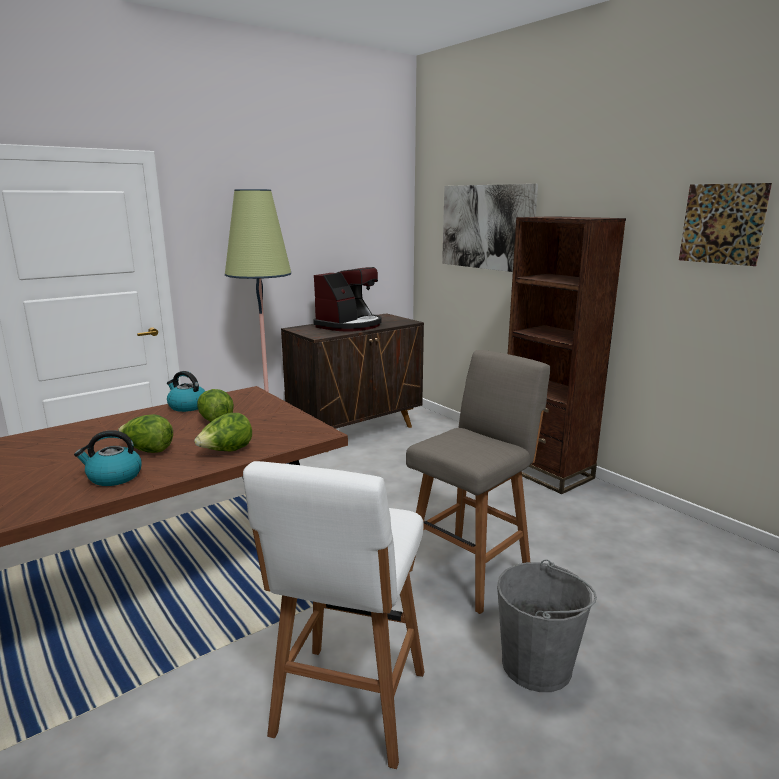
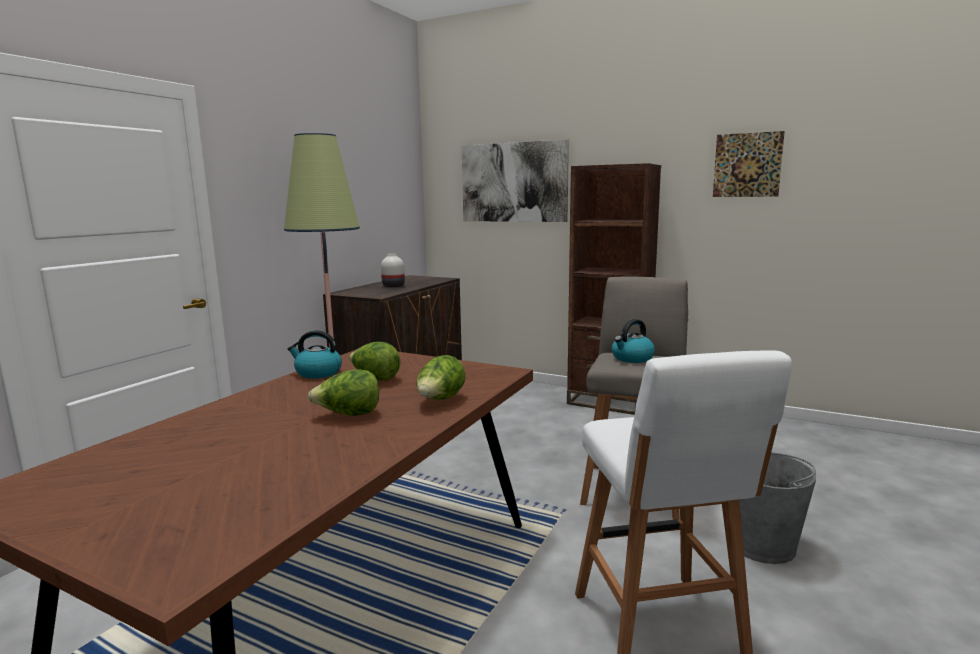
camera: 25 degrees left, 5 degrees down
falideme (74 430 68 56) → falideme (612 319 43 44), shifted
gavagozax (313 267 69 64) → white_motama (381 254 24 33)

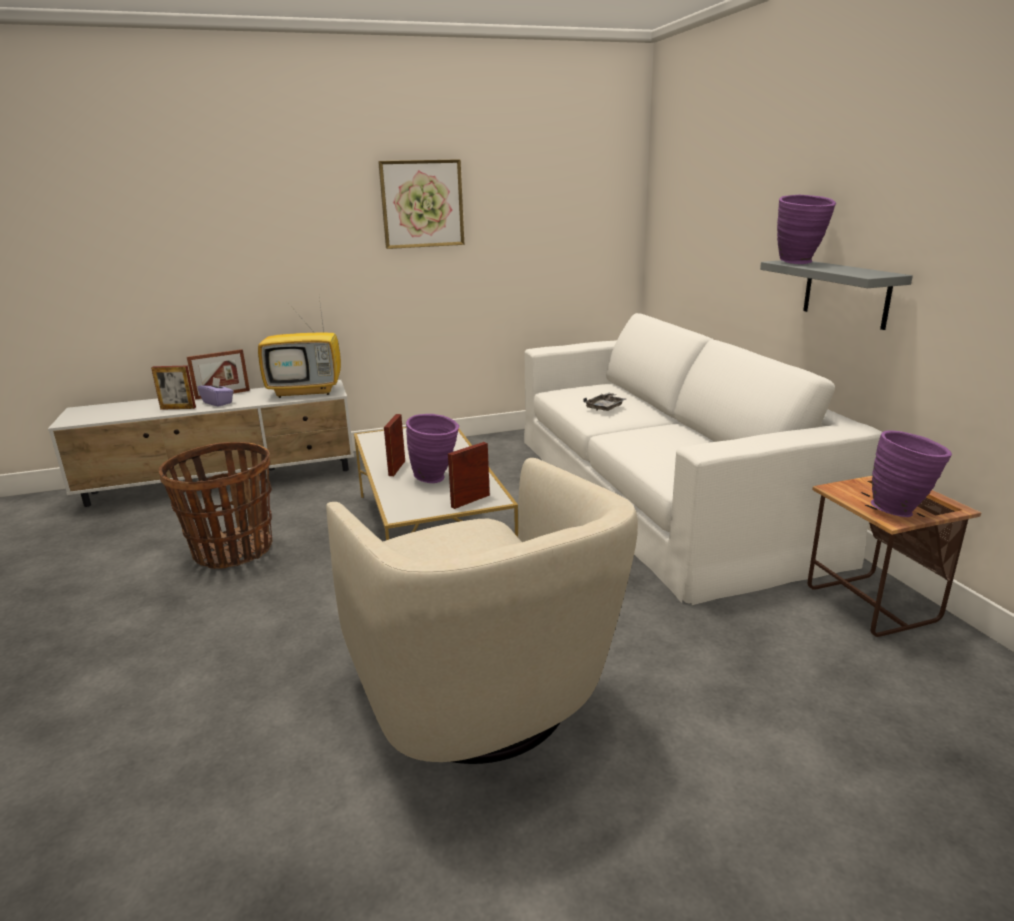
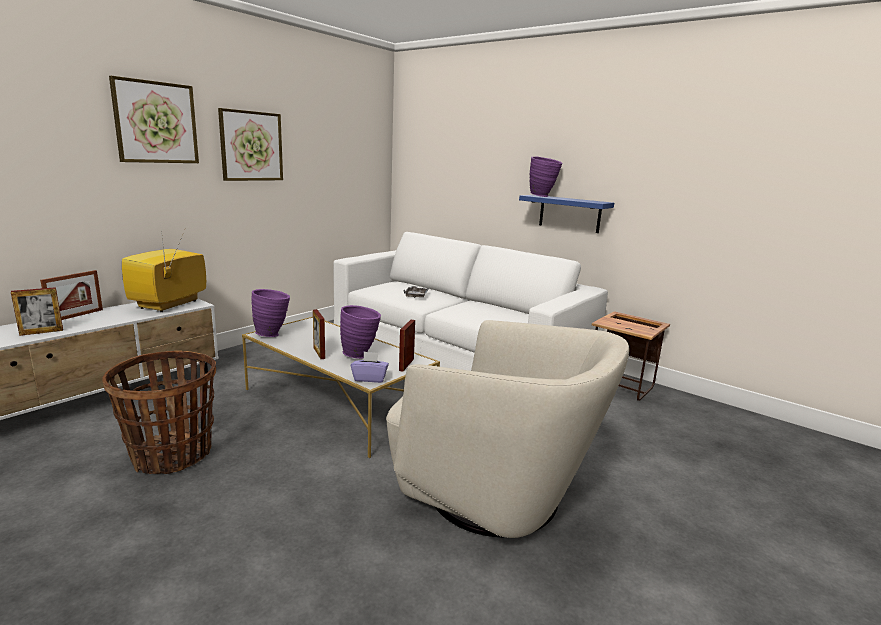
camera: 35 degrees left, 5 degrees down
- → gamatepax (109 76 90 87)
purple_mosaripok (198 377 36 30) → purple_mosaripok (351 352 38 31), shifted
purple_motama (871 430 81 87) → purple_motama (251 289 39 48), shifted
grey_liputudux (760 260 153 70) → blue_liputudux (519 195 95 38)
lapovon (258 297 83 101) → lapovon (122 230 84 82), 150 degrees clockwise

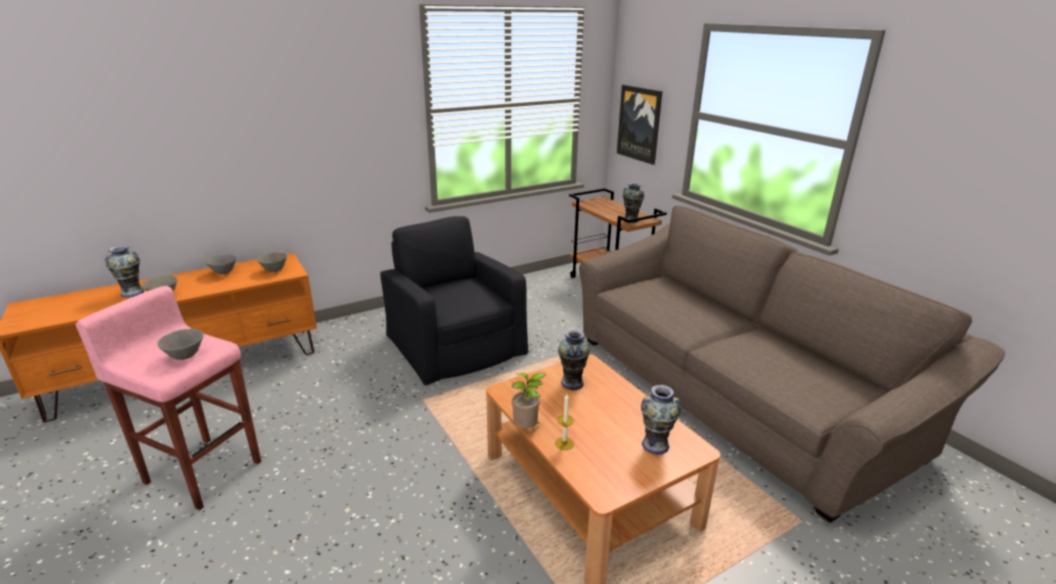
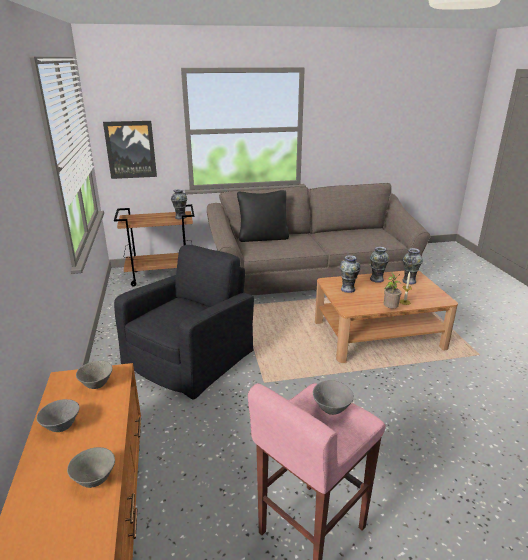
camera: 70 degrees left, 0 degrees up
- → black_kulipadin (237 190 52 52)
motama (105 245 39 53) → motama (370 247 19 36), shifted
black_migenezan (380 216 148 170) → black_migenezan (114 245 140 155), 135 degrees clockwise

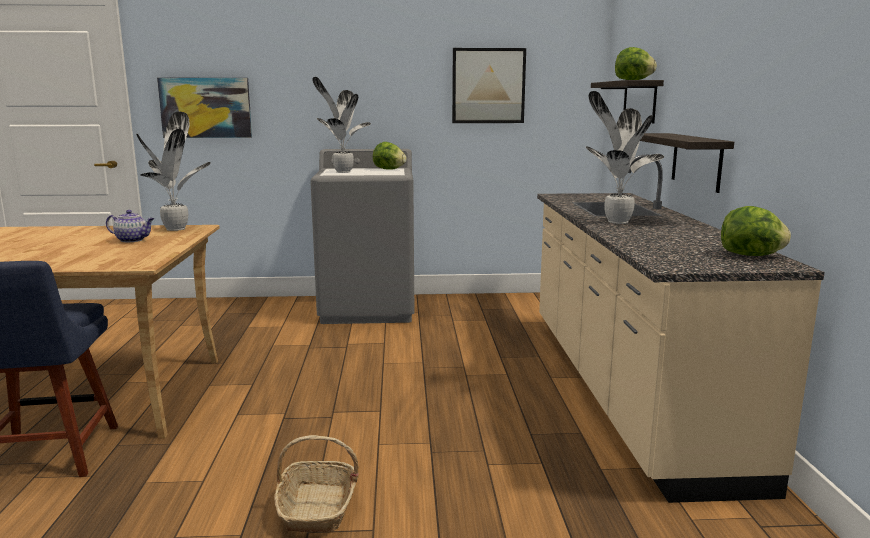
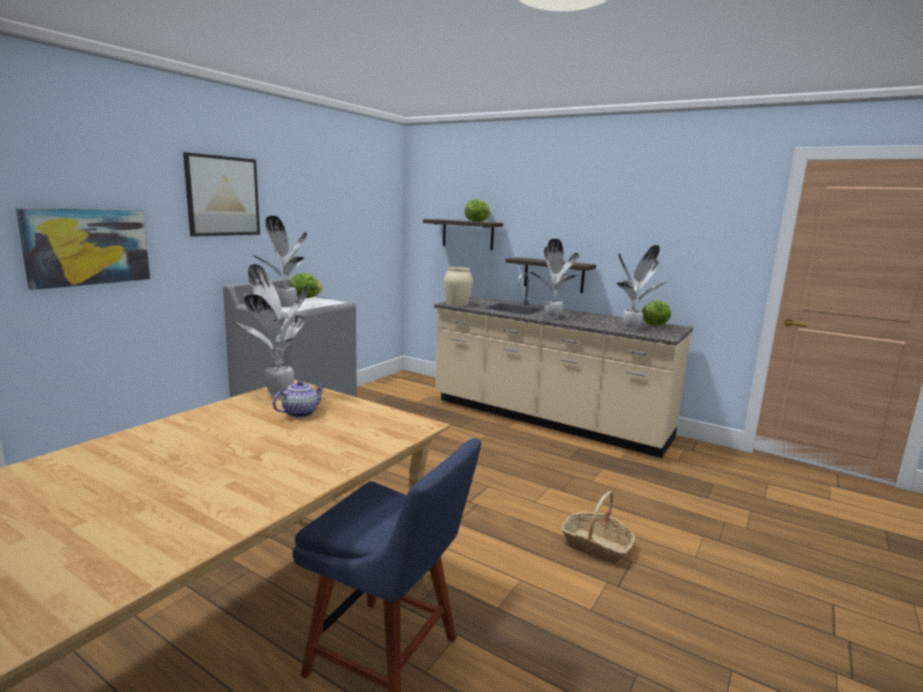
camera: 55 degrees left, 0 degrees up
- → beige_motama (444 267 29 39)
- → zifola (617 245 50 85)
gamatepax (452 48 74 75) → gamatepax (183 152 77 85), shifted

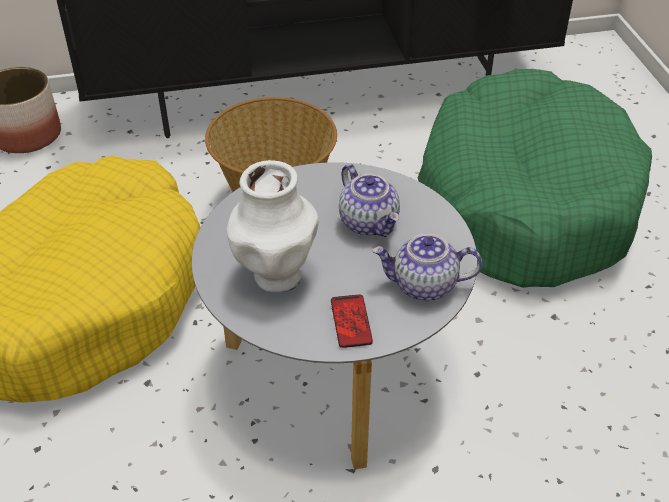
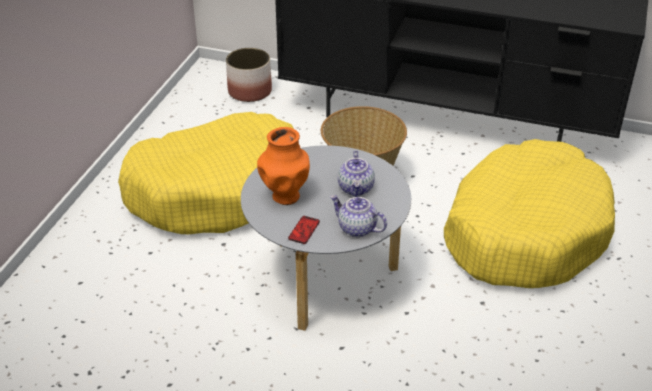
camera: 30 degrees right, 5 degrees down
white_motama (227 160 92 132) → orange_motama (257 127 53 78)
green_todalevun (418 69 234 219) → yellow_todalevun (444 139 171 149)

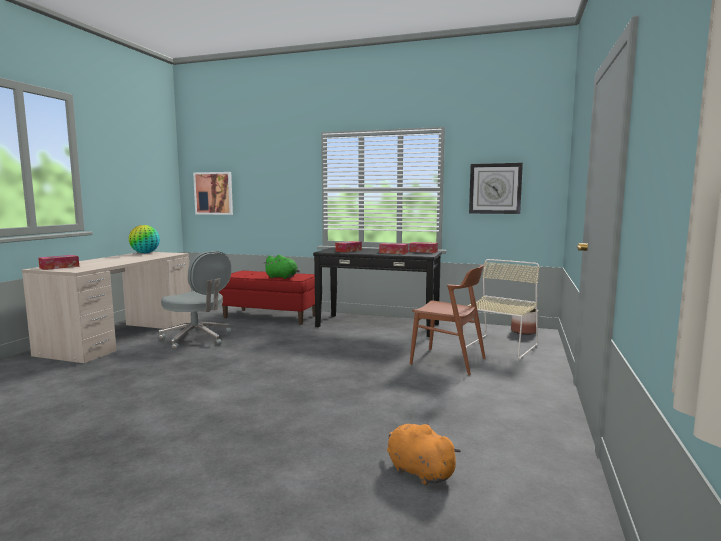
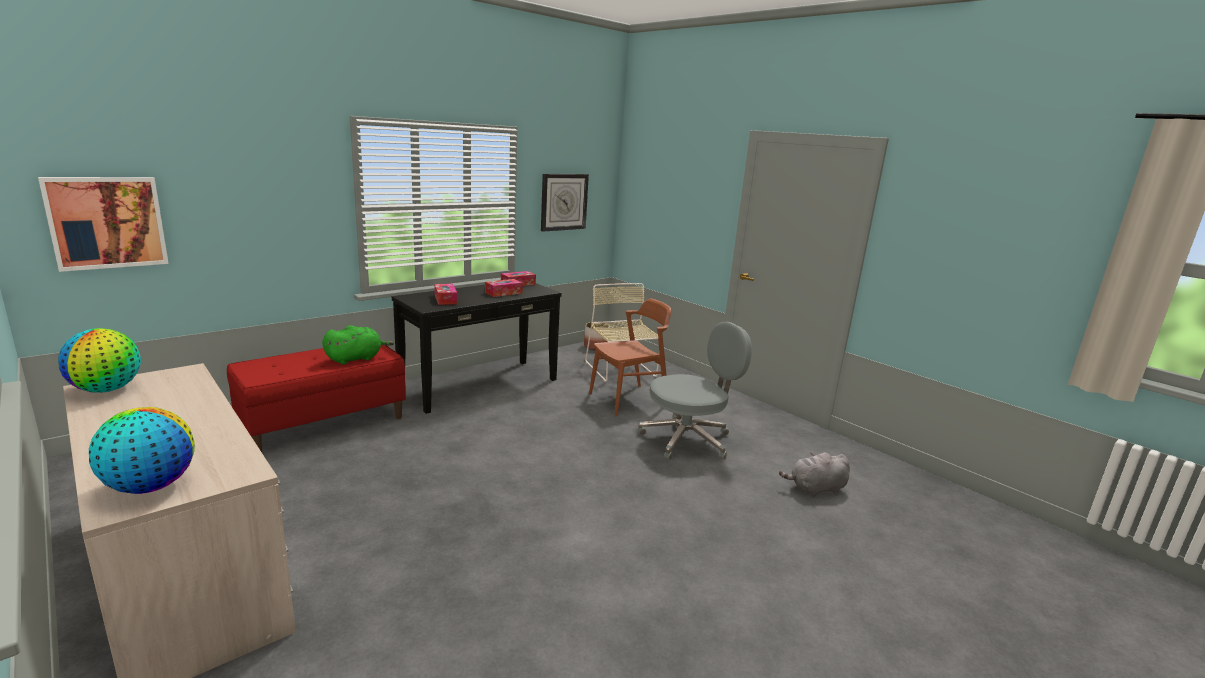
camera: 60 degrees left, 10 degrees up
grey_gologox (158 251 73 99) → grey_gologox (638 322 114 138), shifted
mosaripok (38 255 41 15) → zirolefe (89 407 106 87)
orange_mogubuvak (387 423 74 63) → grey_mogubuvak (779 452 71 45)

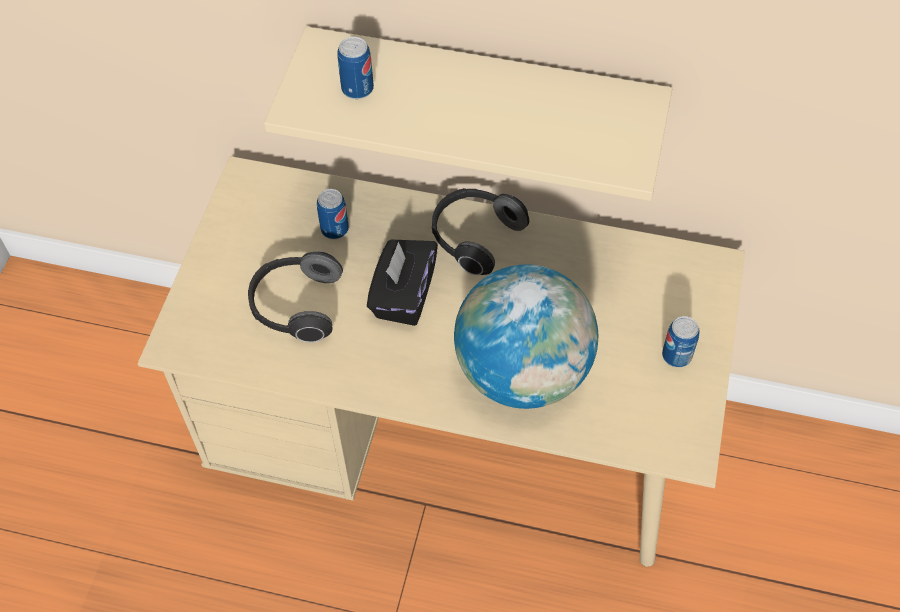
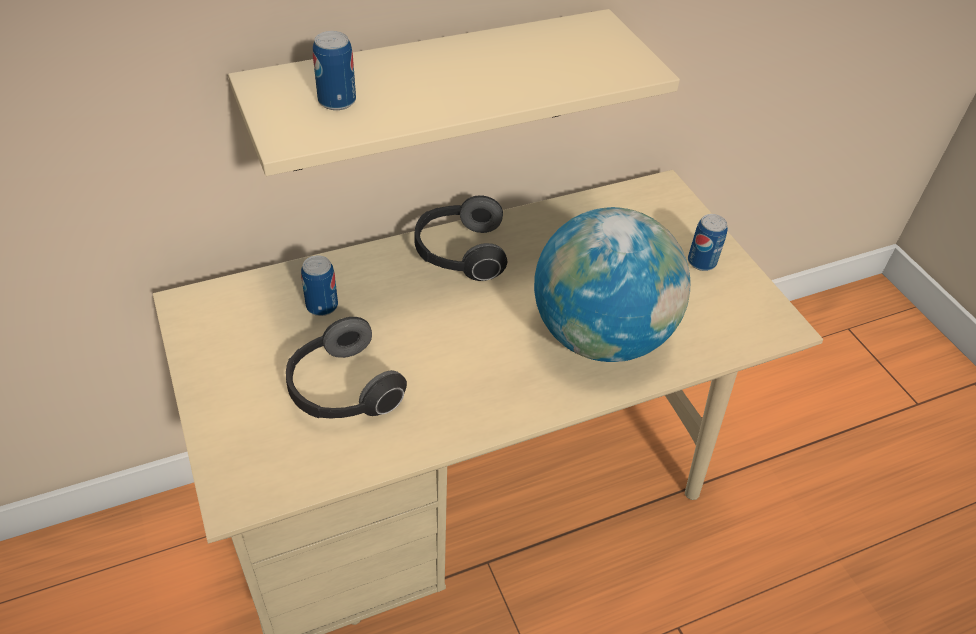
camera: 40 degrees left, 10 degrees down
black_mosaripok (367 239 71 87) → -

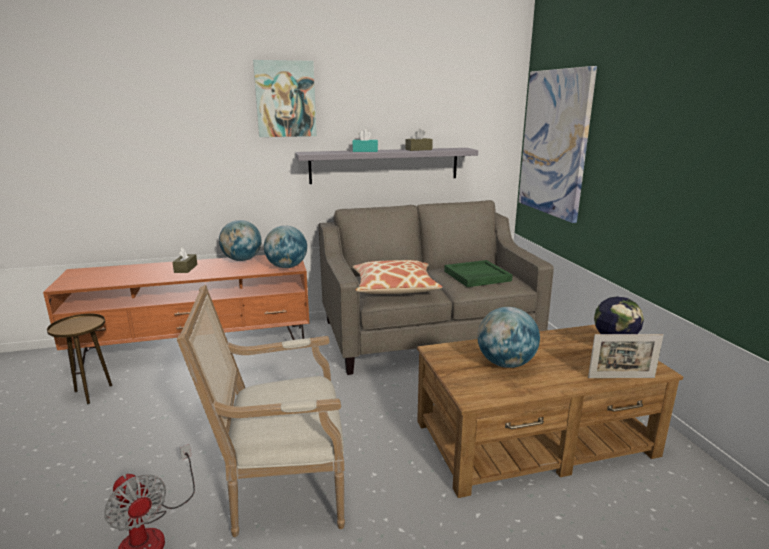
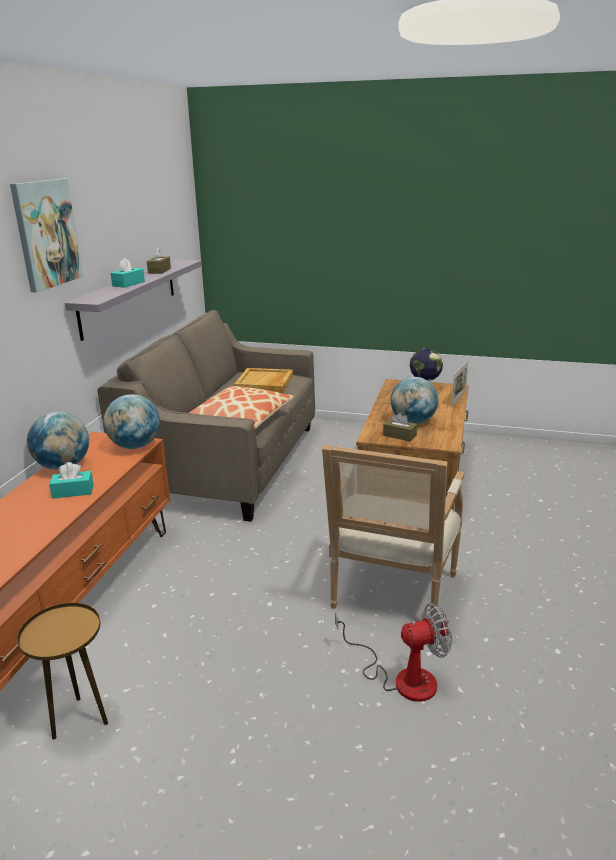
camera: 60 degrees left, 5 degrees up
gamatepax (519 66 78 157) → -
- → turquoise_mosaripok (49 462 45 36)
brown_mosaripok (172 248 25 25) → brown_mosaripok (383 413 34 29), shifted
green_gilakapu (444 260 69 27) → beige_gilakapu (234 368 59 25)

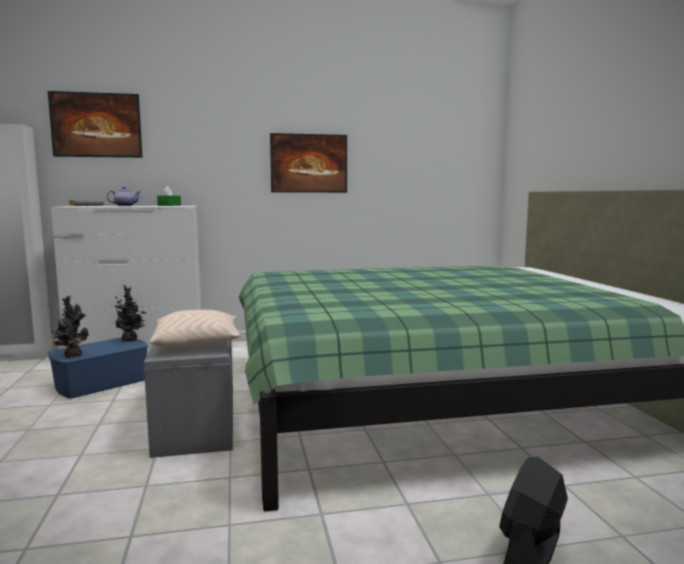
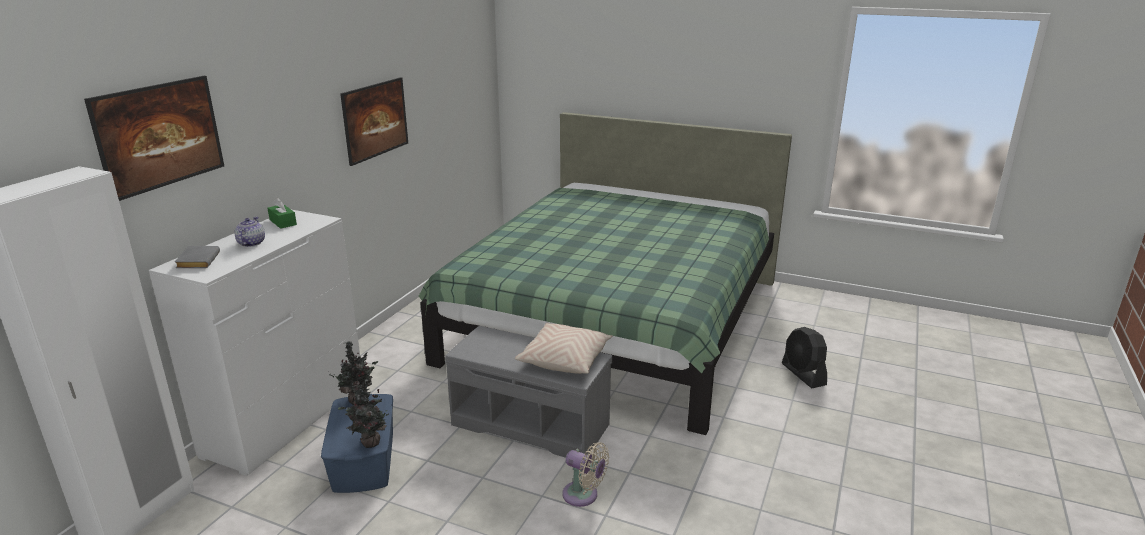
camera: 55 degrees left, 15 degrees up
- → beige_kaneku (562 442 47 65)

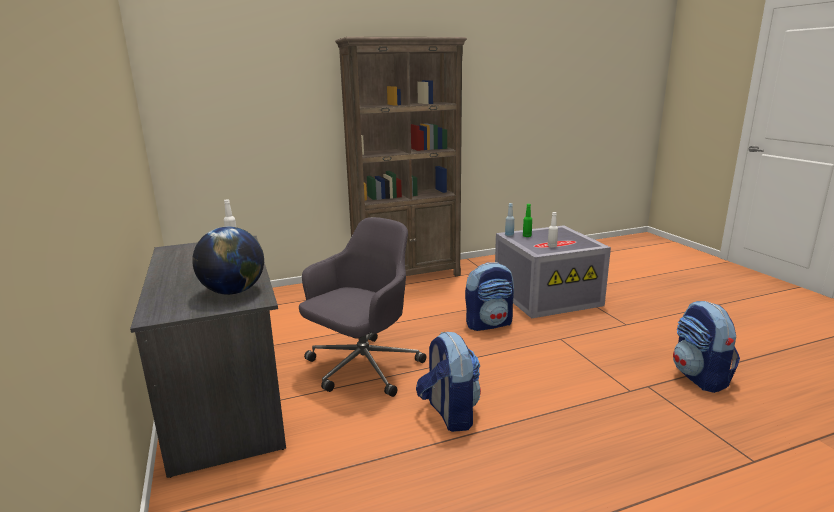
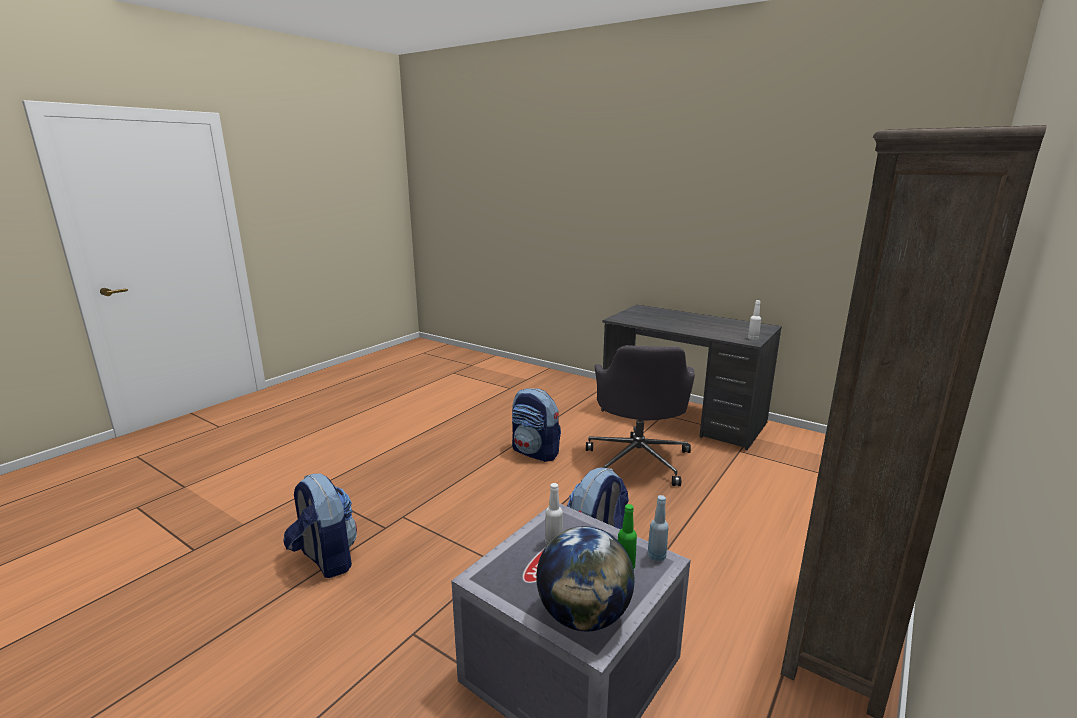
camera: 145 degrees right, 0 degrees up
zirolefe (192 226 72 69) → zirolefe (536 526 98 105), shifted

